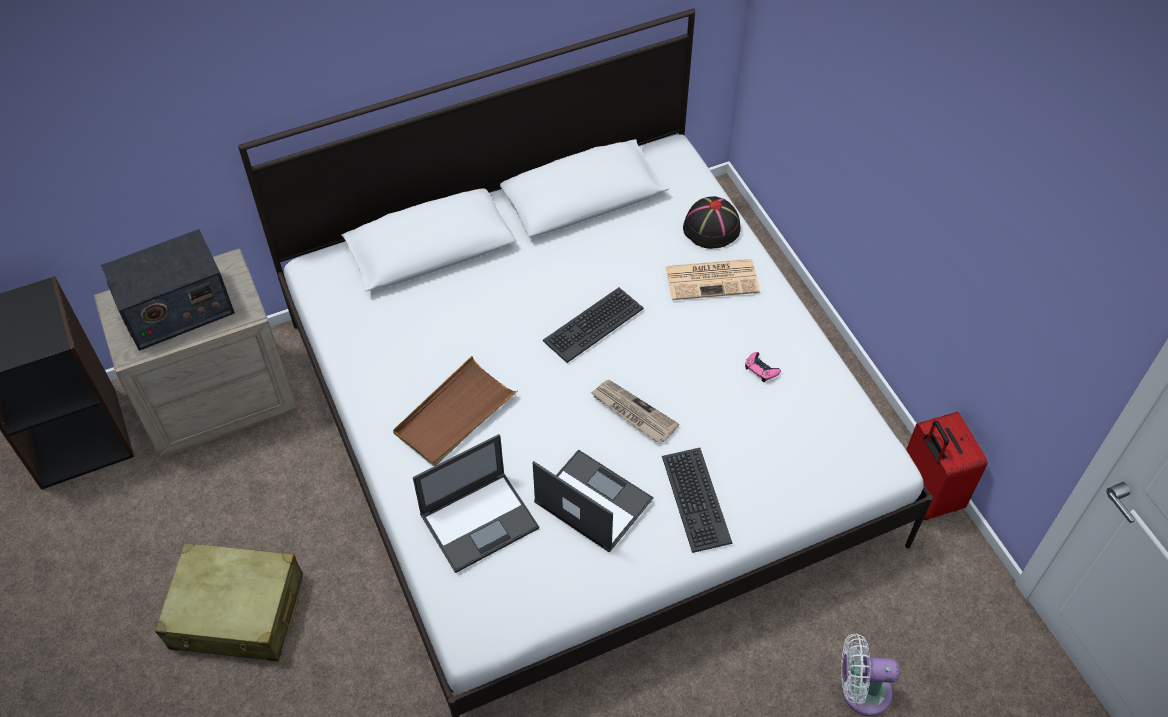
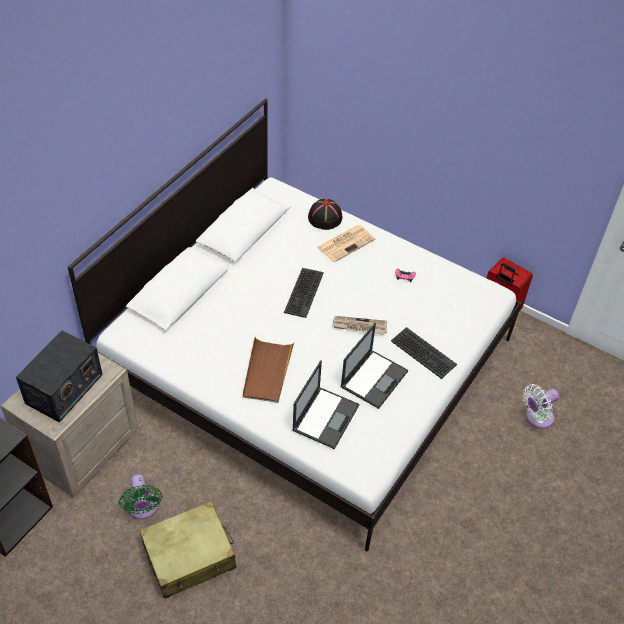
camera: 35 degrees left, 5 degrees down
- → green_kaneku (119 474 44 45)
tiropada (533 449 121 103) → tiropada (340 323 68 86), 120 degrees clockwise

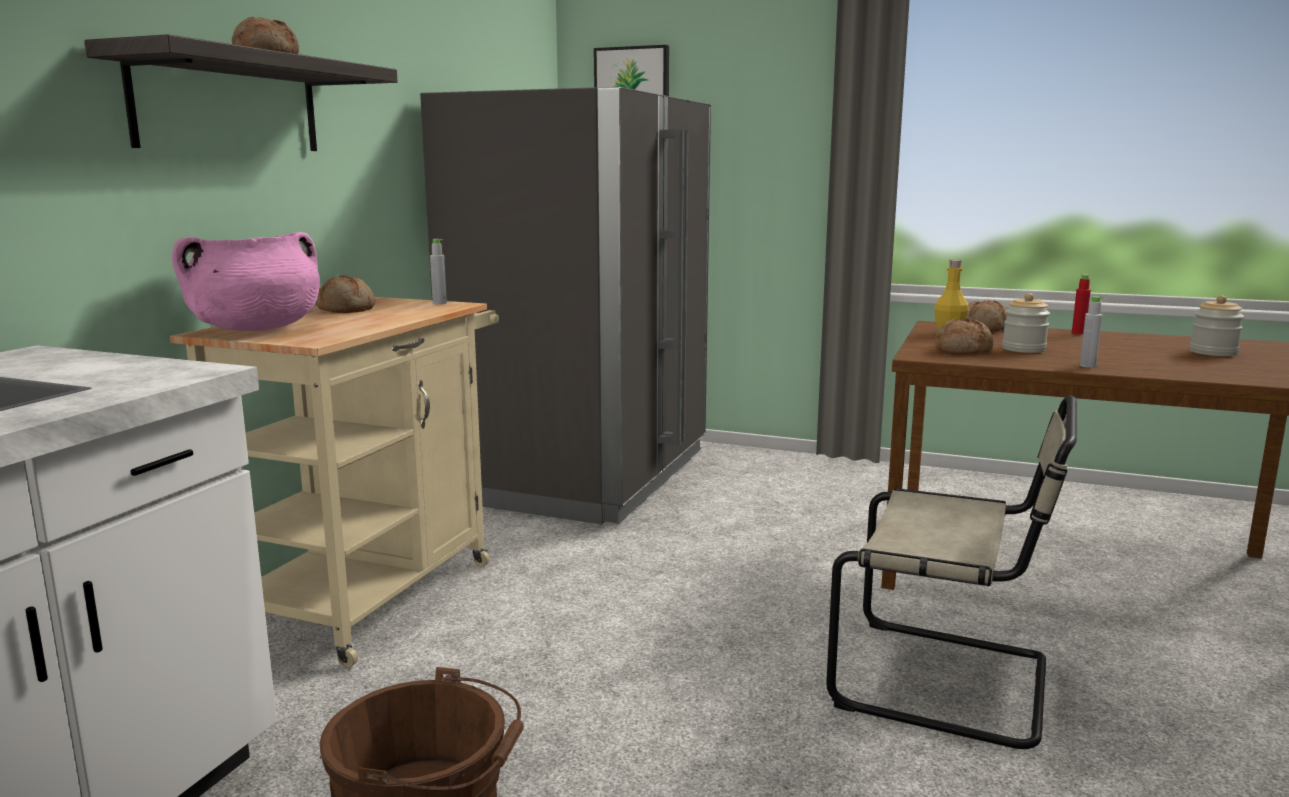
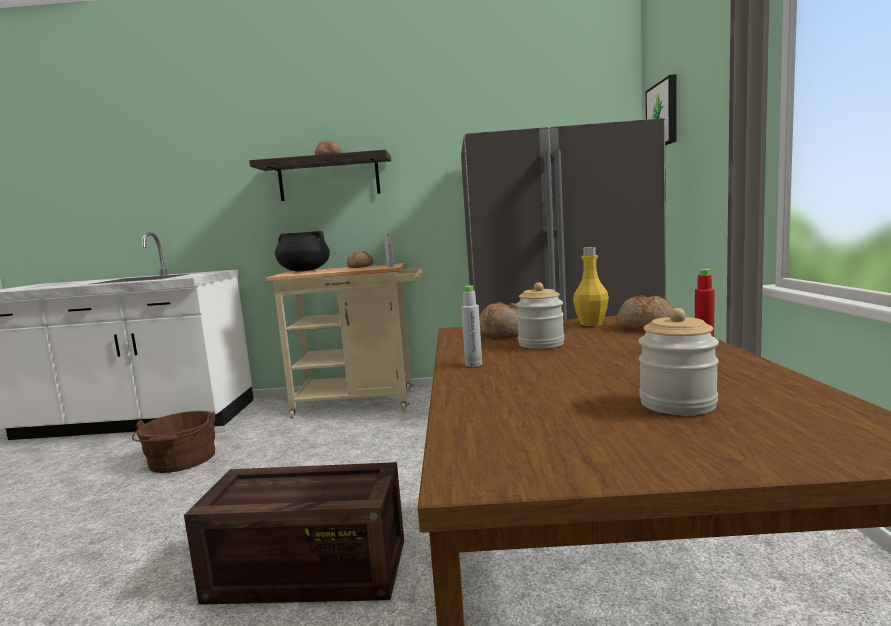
camera: 70 degrees right, 5 degrees down
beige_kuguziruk (826 396 251 353) → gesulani (184 462 220 143)
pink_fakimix (172 232 148 99) → black_fakimix (275 231 55 41)

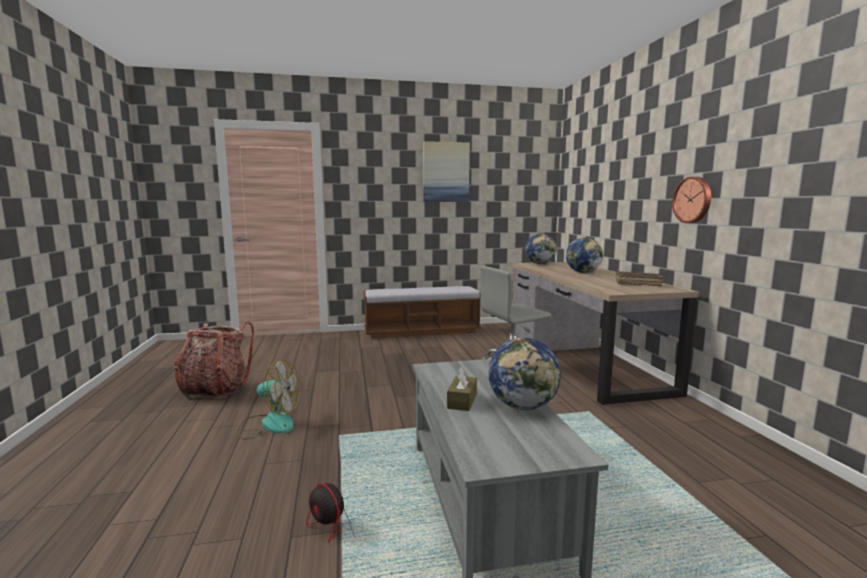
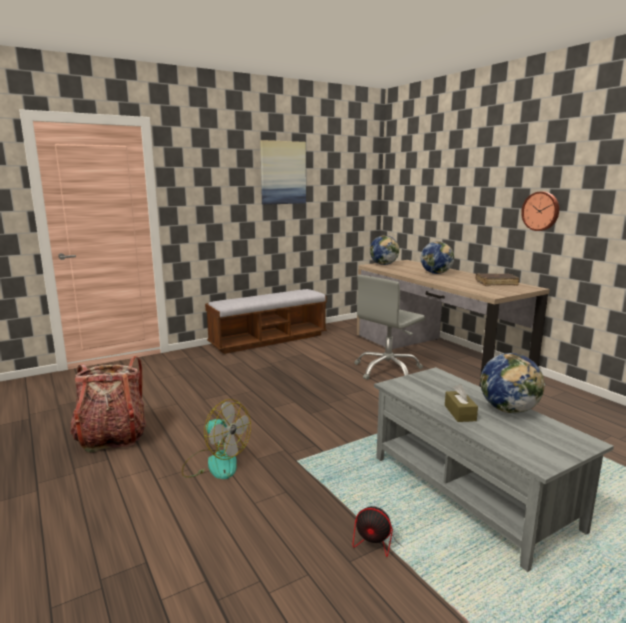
camera: 20 degrees left, 5 degrees up
kaneku (237 359 63 80) → kaneku (182 399 69 80), 45 degrees clockwise

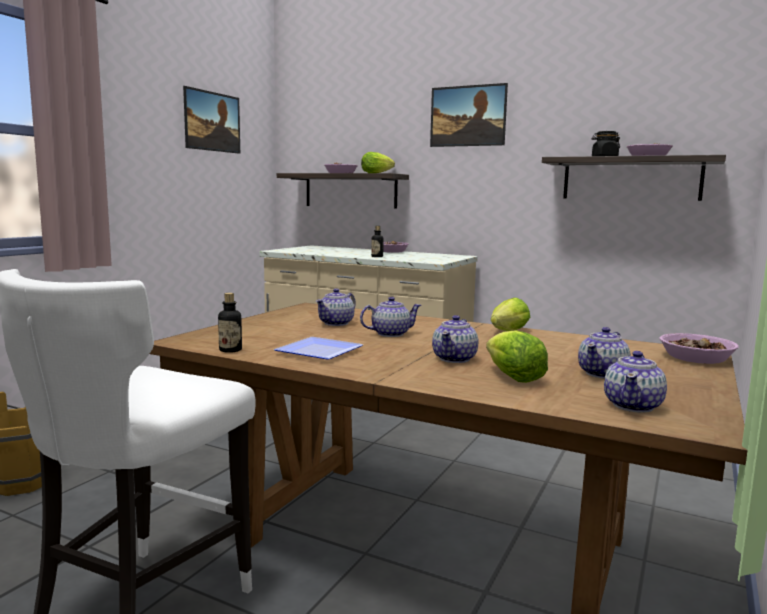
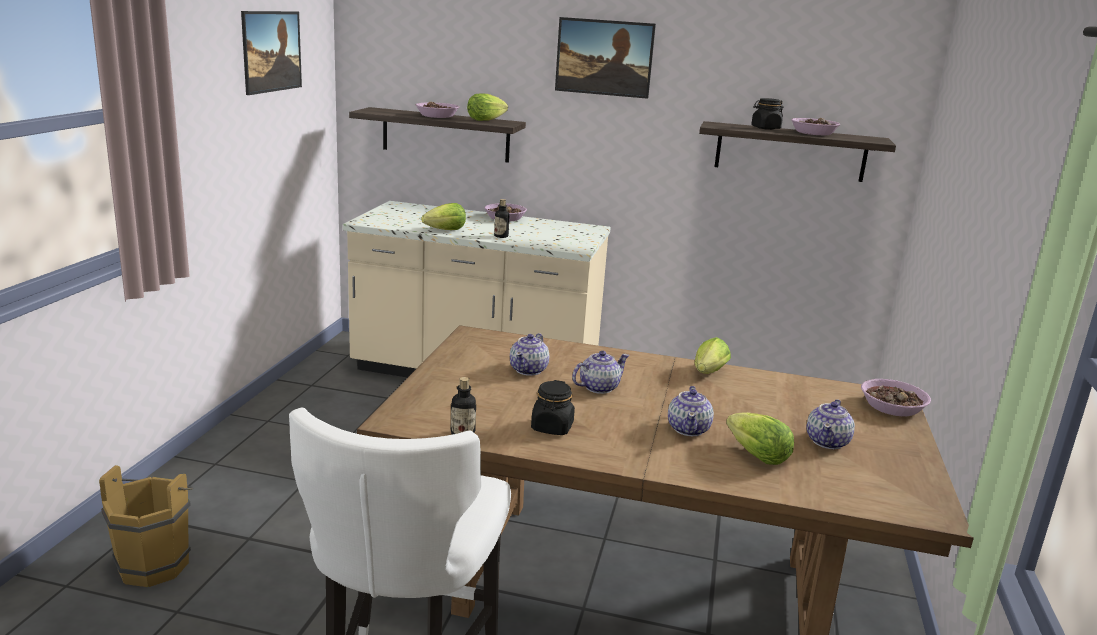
camera: 15 degrees left, 10 degrees up
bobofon (604 351 63 62) → -
- → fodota (422 203 44 27)
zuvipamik (274 337 89 23) → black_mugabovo (531 380 44 55)

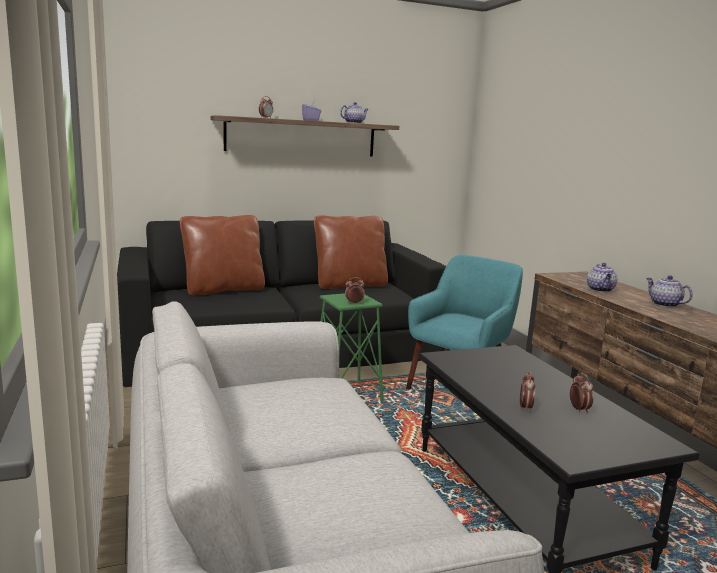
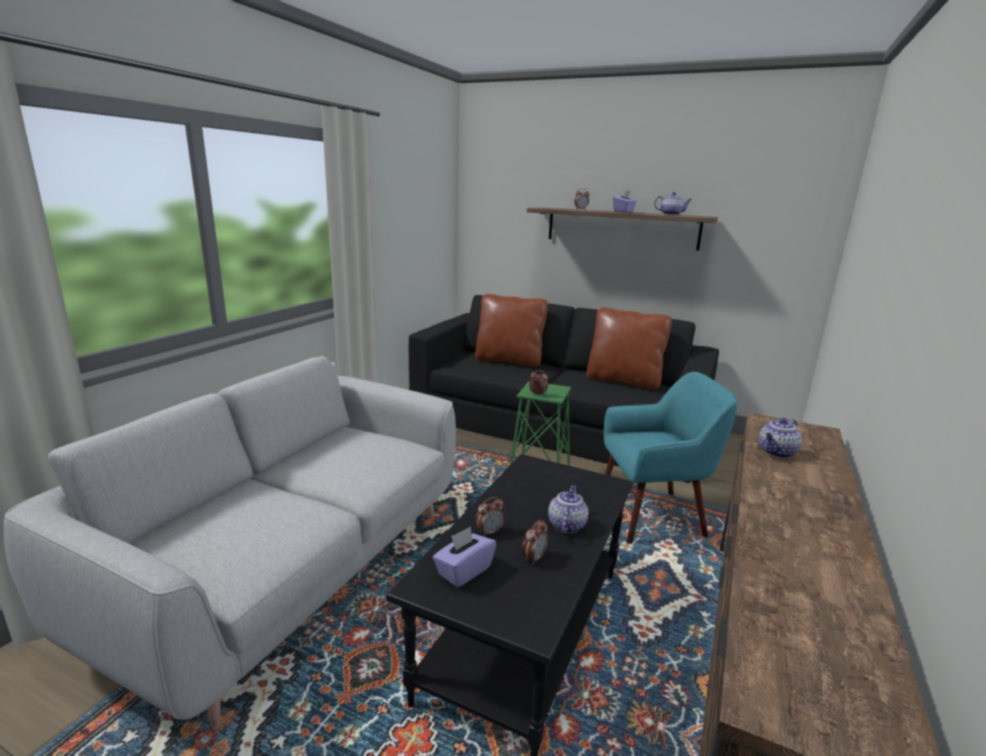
camera: 45 degrees right, 5 degrees up
- → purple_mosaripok (432 526 65 62)
bobofon (646 275 47 32) → bobofon (548 485 41 48), shifted

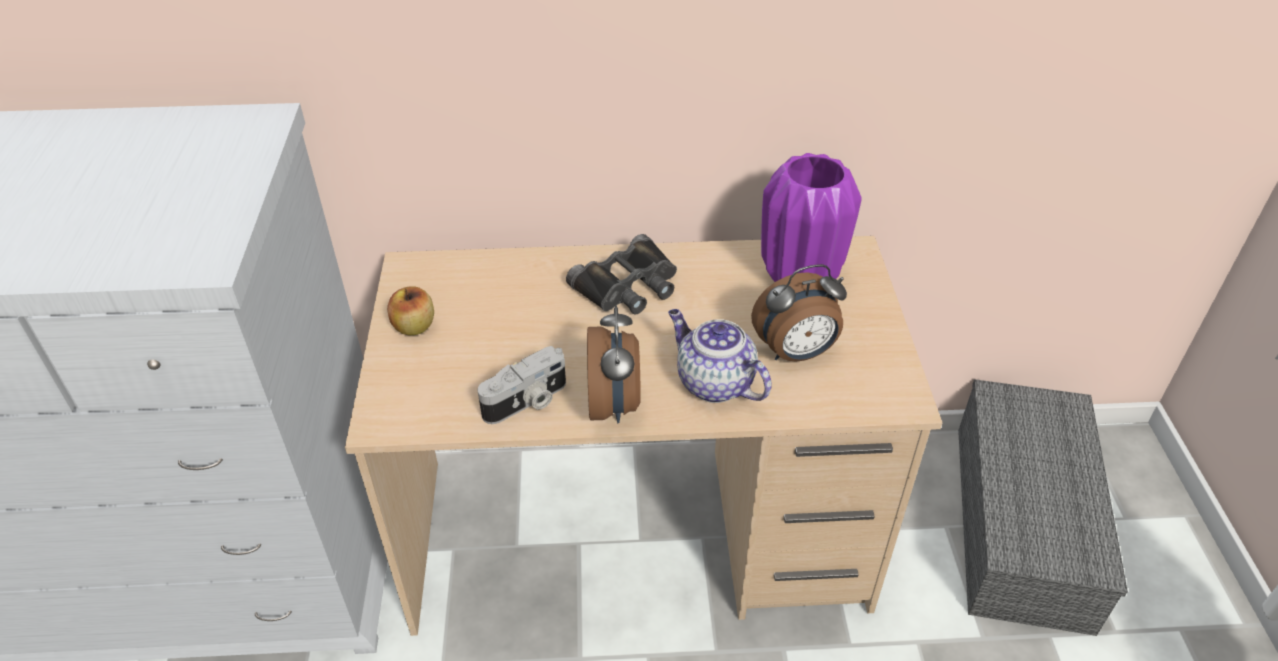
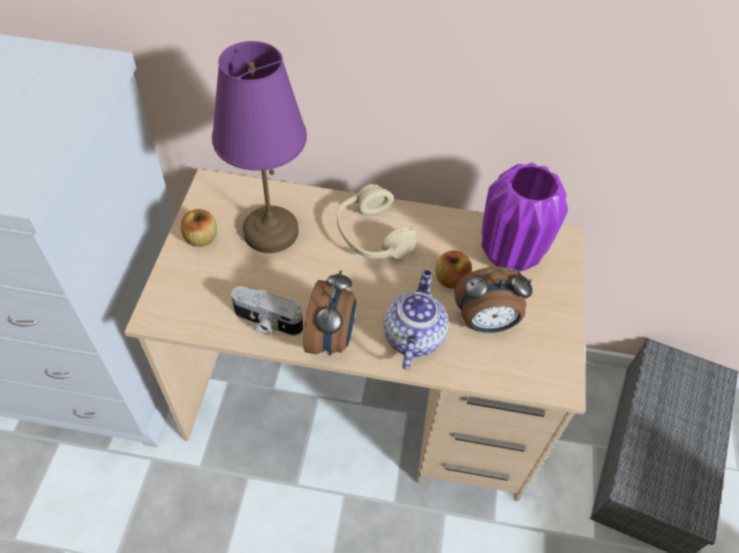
camera: 10 degrees right, 10 degrees up
- → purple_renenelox (212 41 95 212)
- → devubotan (435 250 37 39)
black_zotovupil (566 234 111 80) → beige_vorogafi (337 184 79 75)
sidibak (478 346 88 78) → sidibak (231 286 72 50), 45 degrees clockwise
bobofon (668 309 104 94) → bobofon (383 270 66 100), 45 degrees clockwise

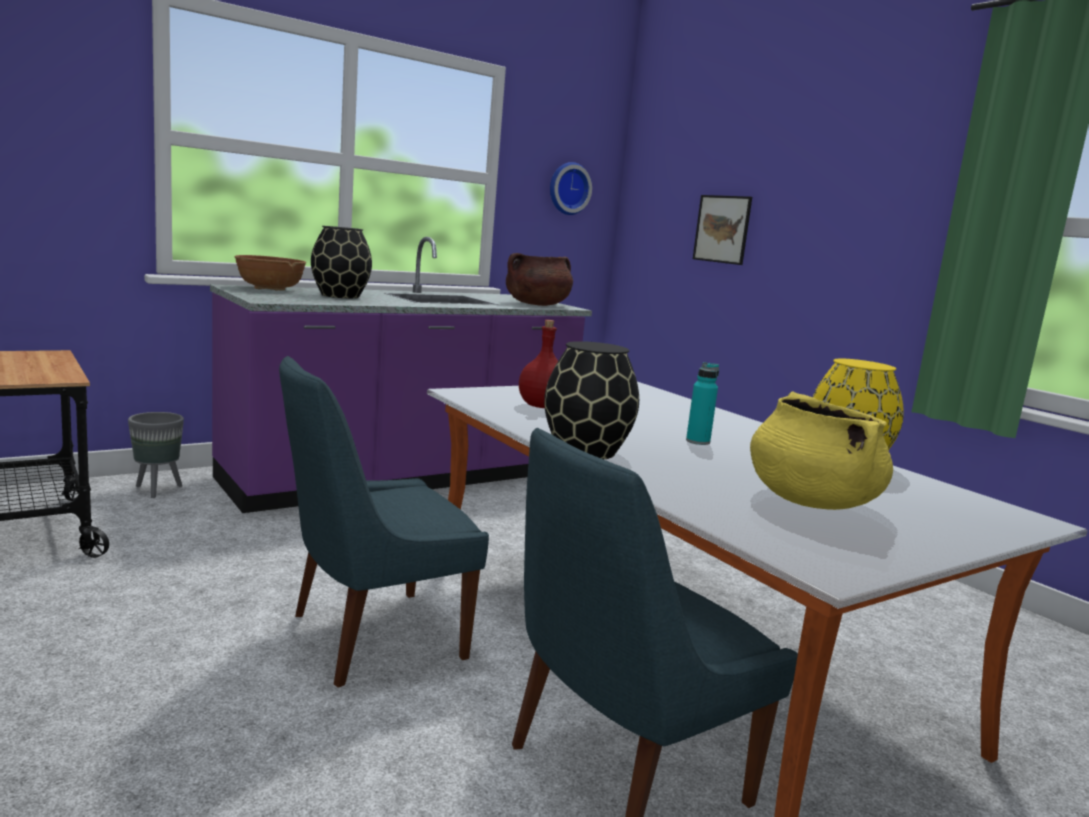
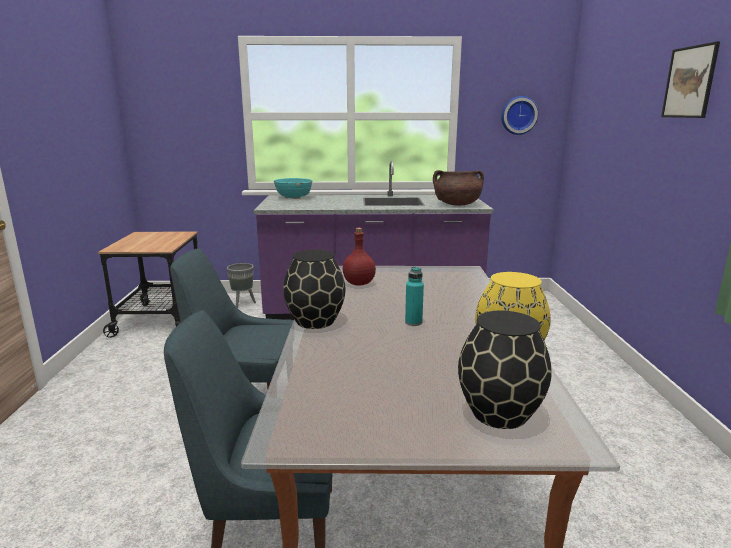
camera: 35 degrees right, 5 degrees up
yellow_fakimix (750 391 143 119) → -
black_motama (311 226 61 72) → black_motama (458 311 94 118), shifted
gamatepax (693 195 59 70) → gamatepax (661 41 59 77), shifted
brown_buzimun (234 255 72 36) → turquoise_buzimun (273 178 40 21)

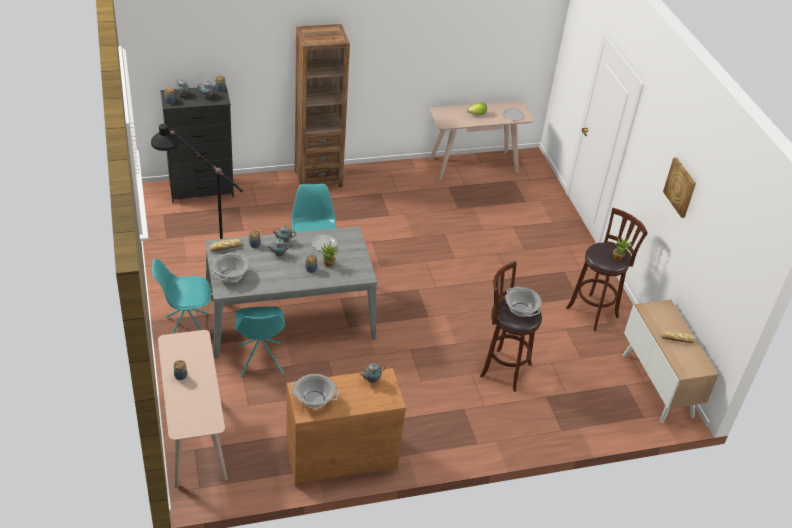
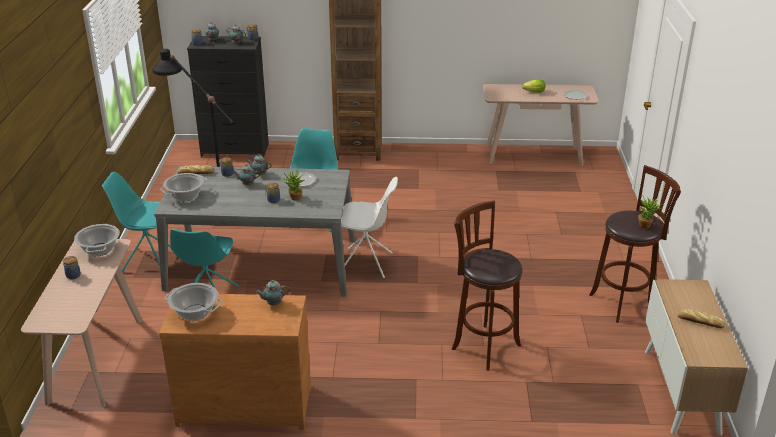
camera: 20 degrees right, 10 degrees down
gamatepax (663 158 33 60) → -
- → white_kuguziruk (341 177 57 101)
fakimix (505 286 37 31) → fakimix (74 224 46 32), shifted

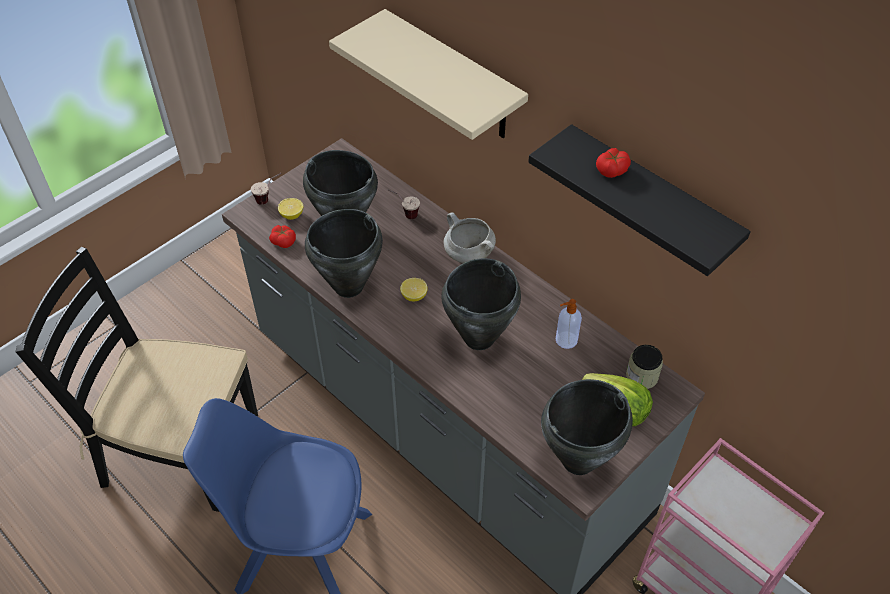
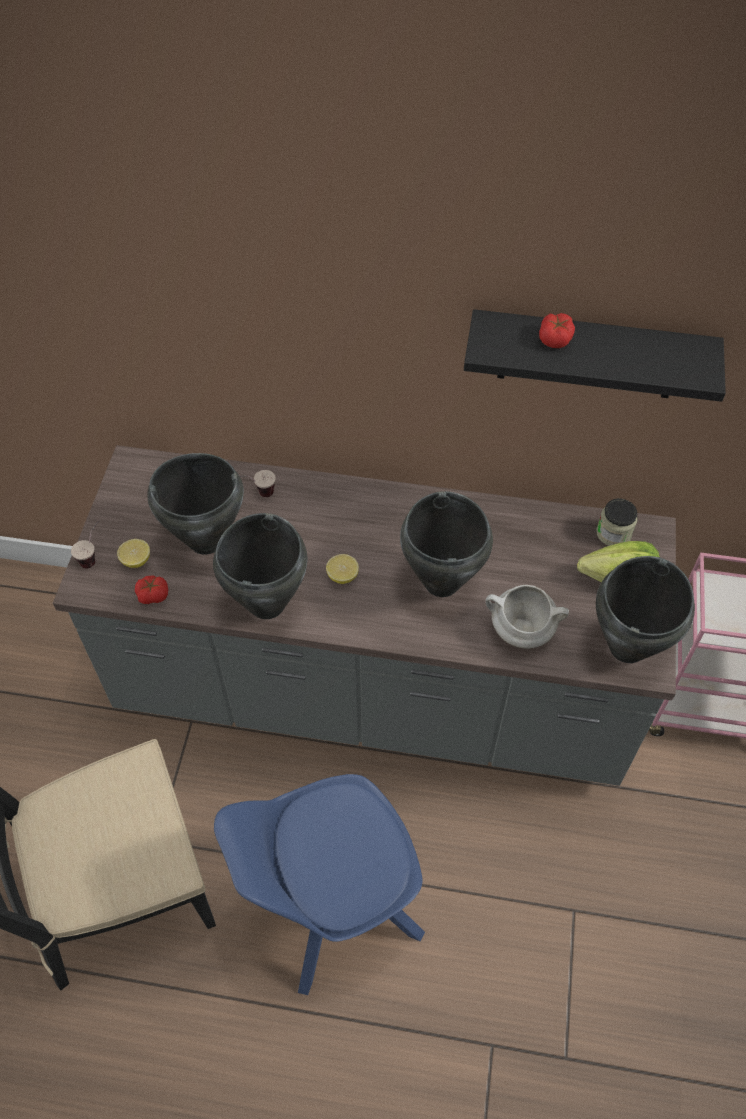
camera: 35 degrees left, 5 degrees up
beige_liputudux (329 9 199 131) → -
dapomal (556 299 26 50) → -
white_fakimix (444 212 52 51) → white_fakimix (485 585 84 64), shifted

